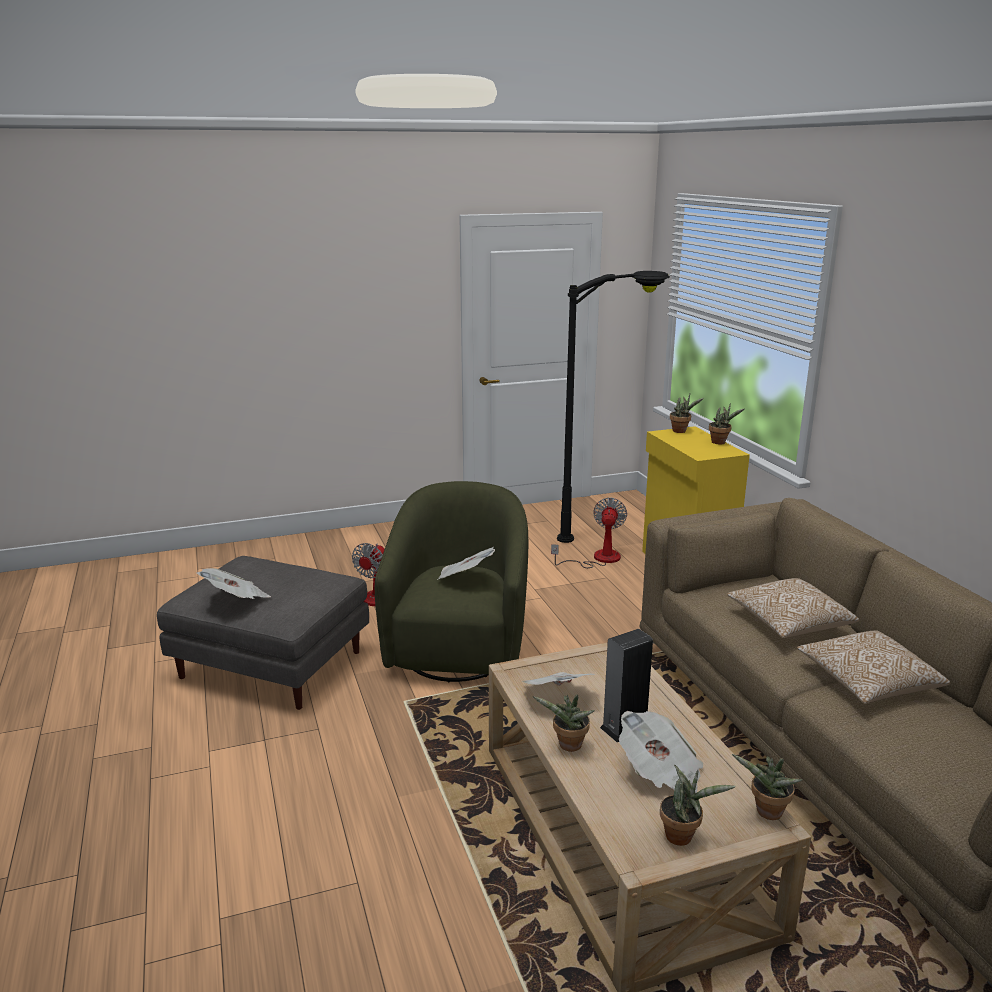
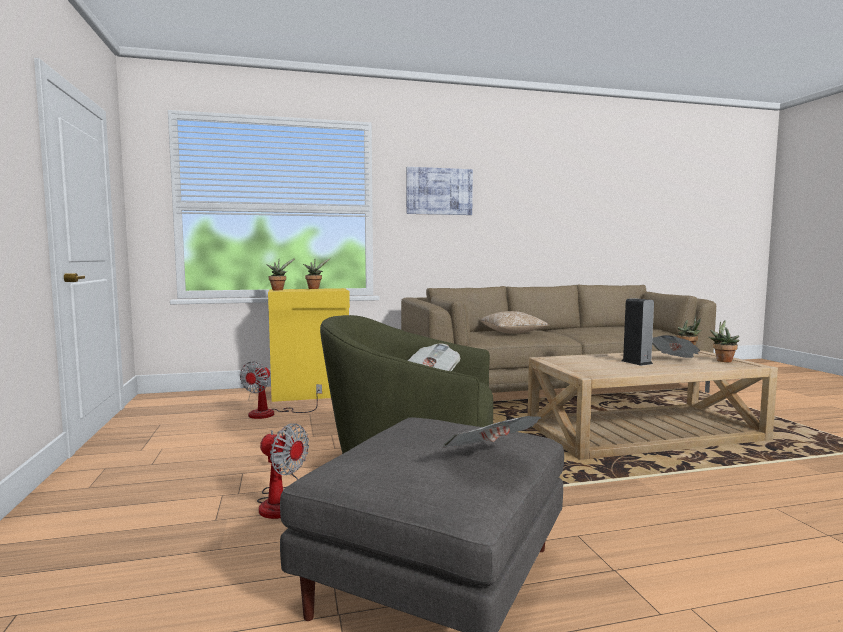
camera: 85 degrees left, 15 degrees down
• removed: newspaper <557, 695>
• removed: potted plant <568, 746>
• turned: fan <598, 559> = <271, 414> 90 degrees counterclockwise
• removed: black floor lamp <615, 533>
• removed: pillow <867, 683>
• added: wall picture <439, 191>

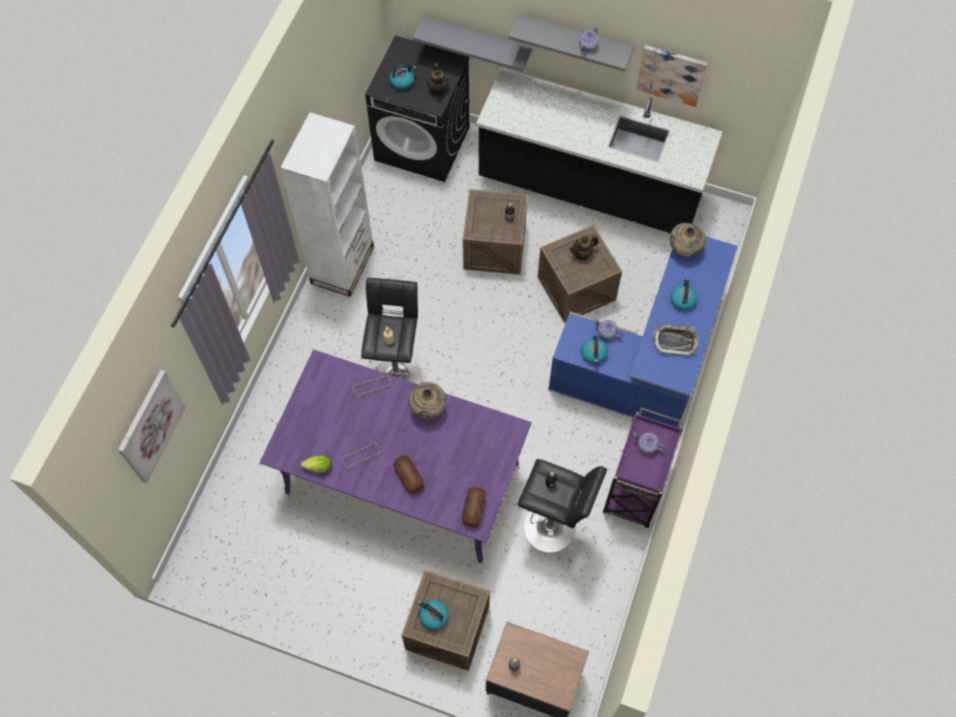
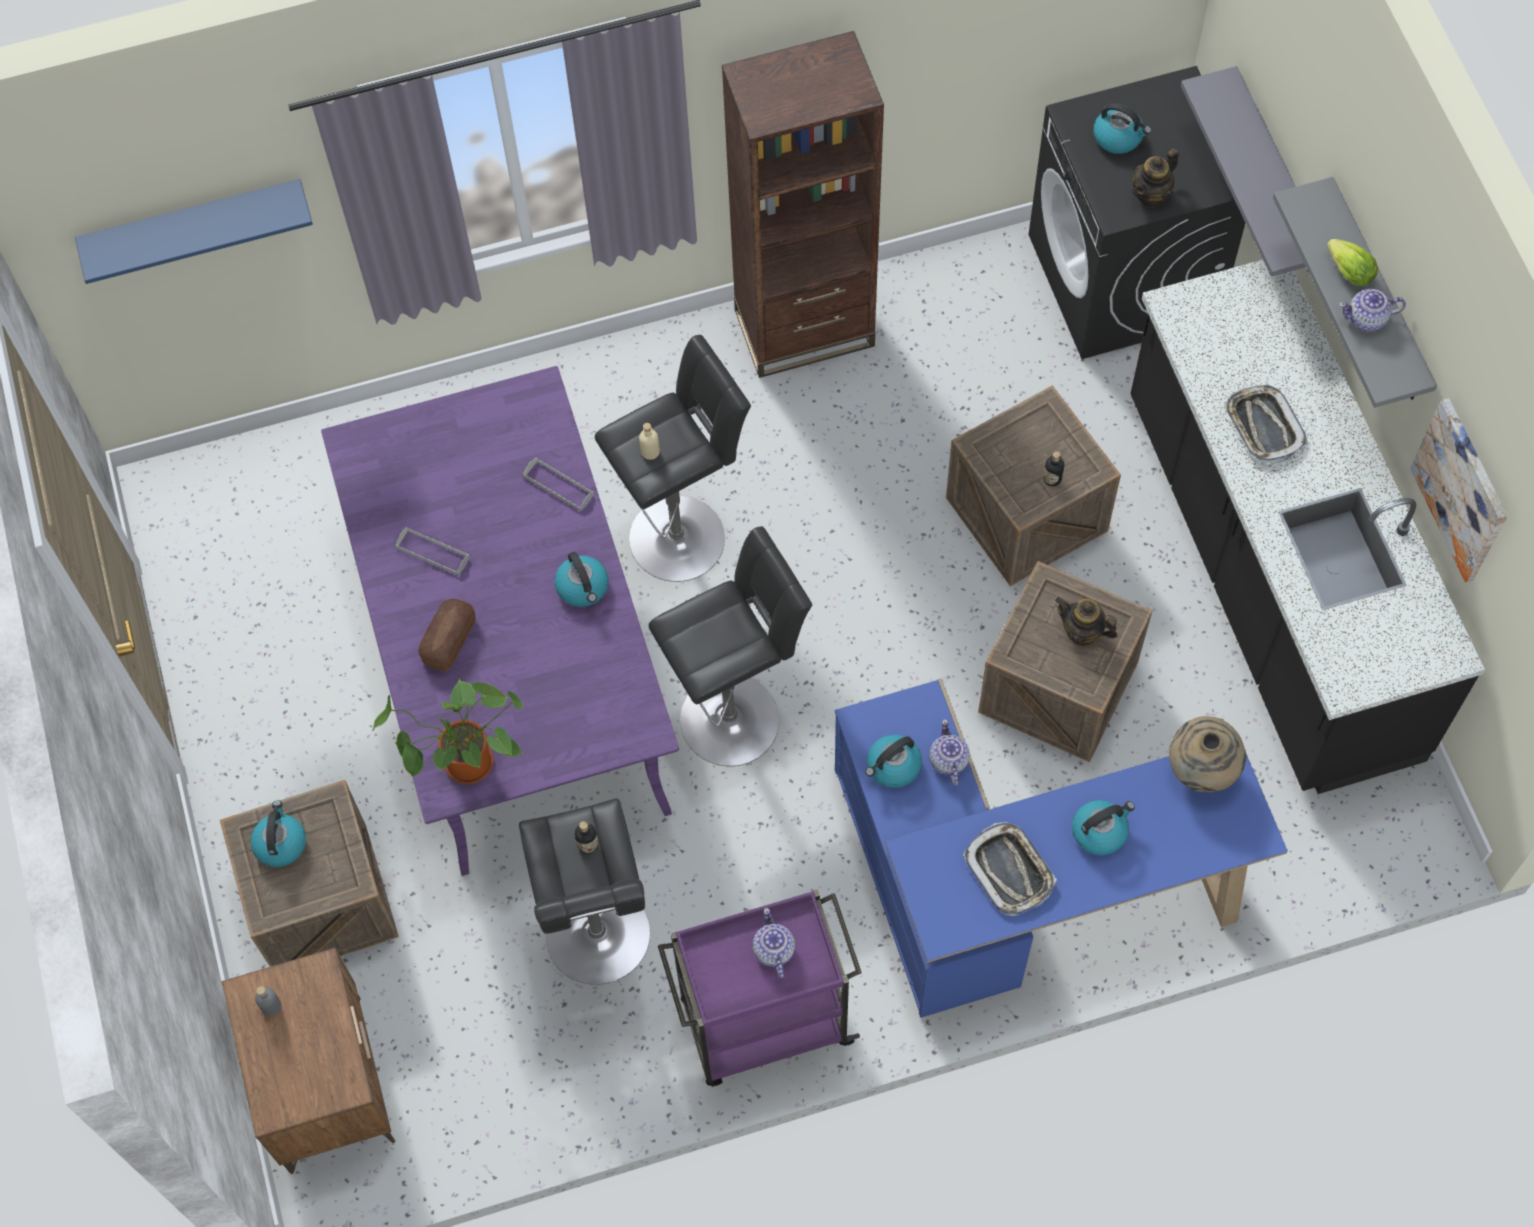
camera: 55 degrees right, 0 degrees up
• replaced: wall picture <150, 426> to bluish shelf <195, 225>
• recoloured: whitish bookcase <343, 265> to brown-coloured bookcase <804, 328>
• moved: head of lettuce <316, 467> to <1346, 270>
• replaced: sand-coloured decorative vase <428, 408> to water kettle <583, 587>
• replaced: bread <474, 509> to potted plant <465, 767>
• added: black stool seat <736, 716>
• added: serving tray <1263, 427>

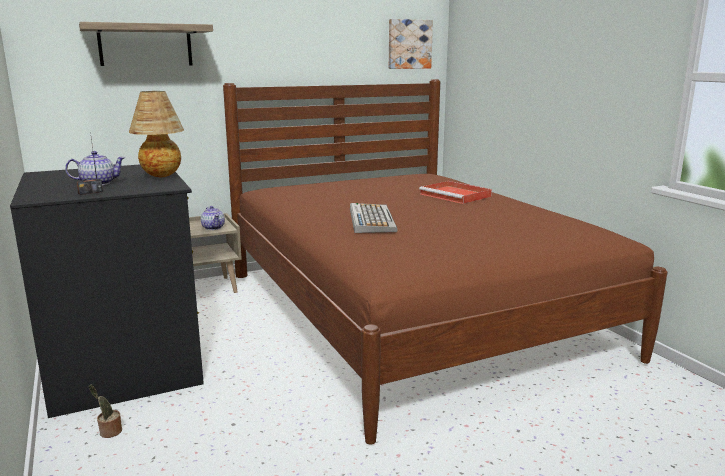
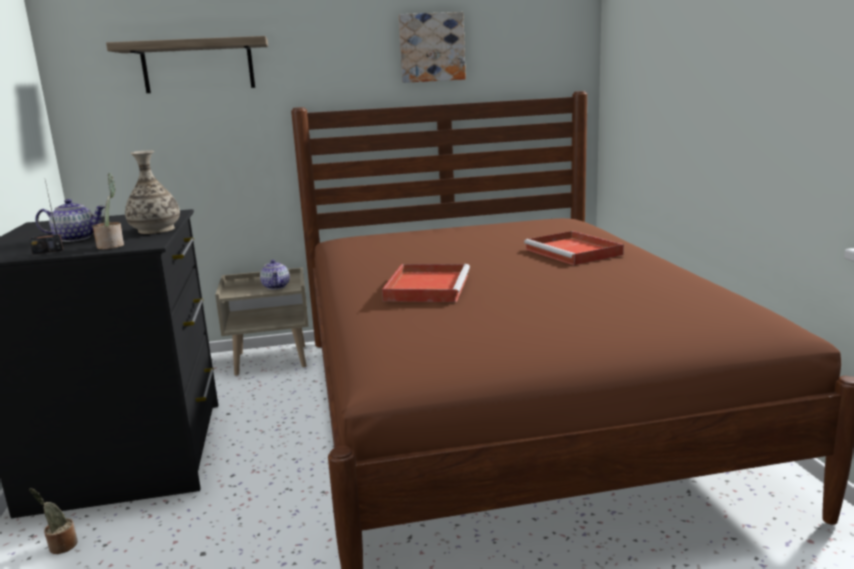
camera: 15 degrees right, 0 degrees up
• replaced: tabletop lamp <161, 177> to decorative vase <155, 230>
• replaced: computer keyboard <371, 219> to red serving tray <427, 287>
• moved: wall picture <409, 44> to <431, 47>
• added: potted plant <112, 246>

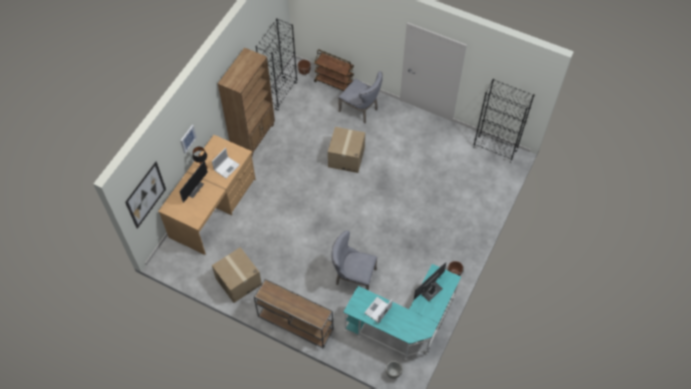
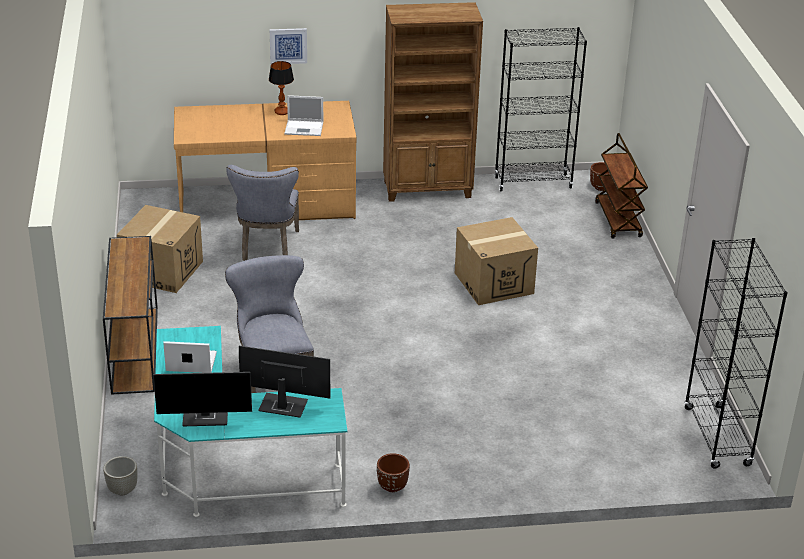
camera: 55 degrees right, 25 degrees down
• removed: wall picture <146, 195>
• moved: monitor <193, 188> to <206, 417>
• moved: grey plain chair <361, 110> to <268, 248>

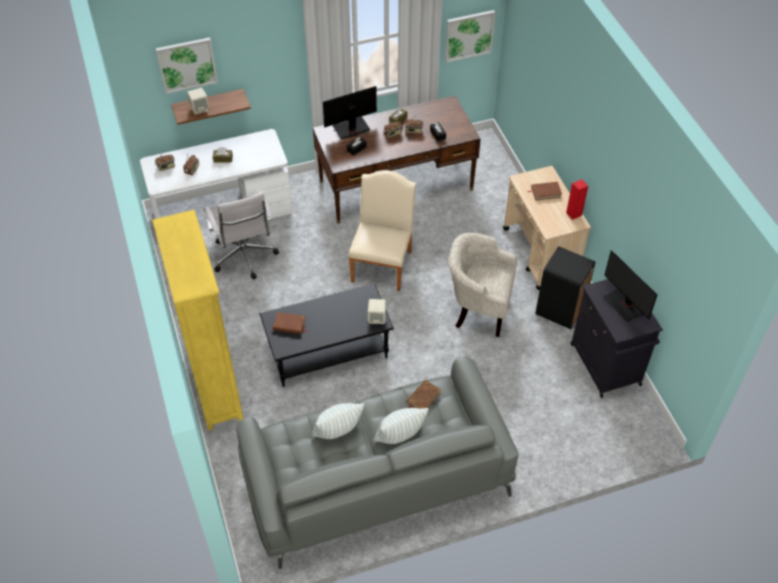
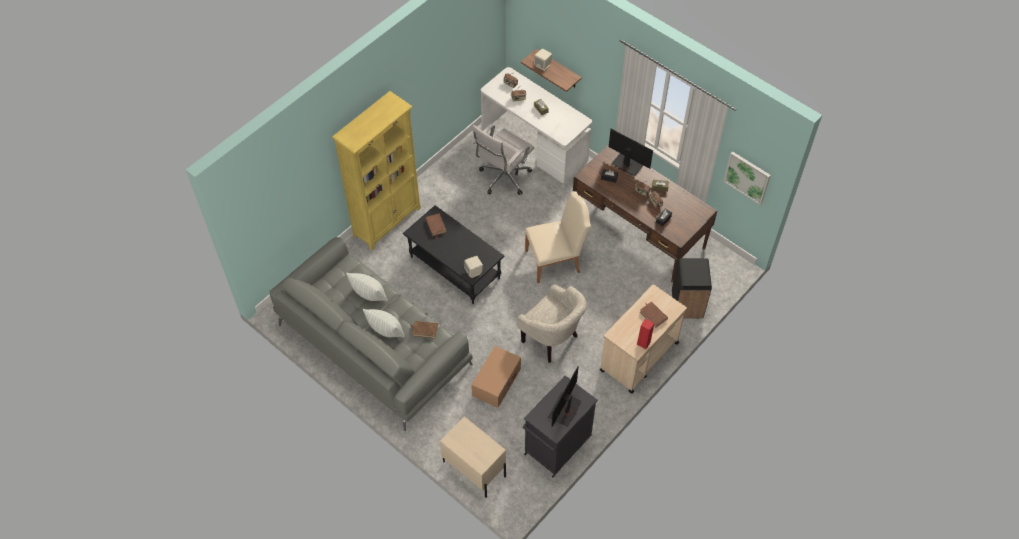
camera: 60 degrees right, 5 degrees up
• removed: wall picture <187, 64>
• turned: sand-coloured easy chair <478, 311> = <552, 340> 150 degrees clockwise
• moved: black trash can <559, 310> to <687, 304>
• added: sand-coloured bedside table <474, 468>
• added: cardboard box <496, 382>

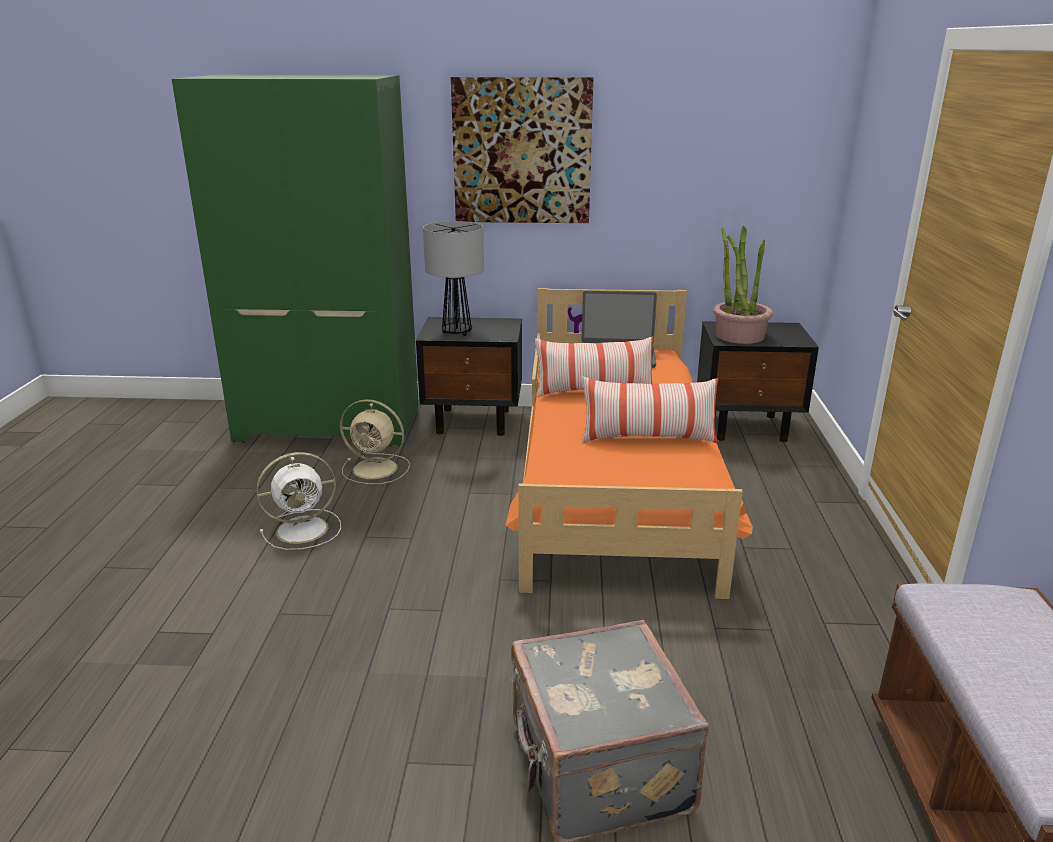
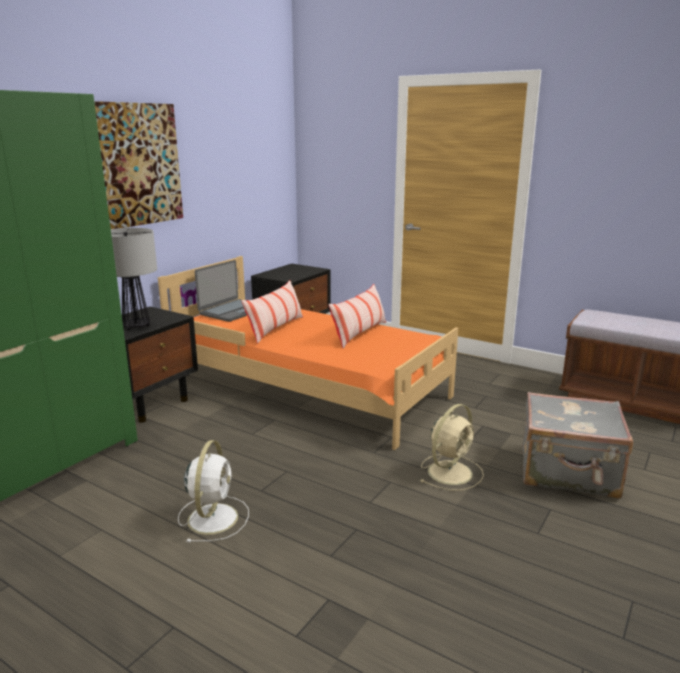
camera: 60 degrees left, 5 degrees down
• moved: sand-coloured fan <377, 469> to <451, 472>
• removed: potted plant <739, 335>

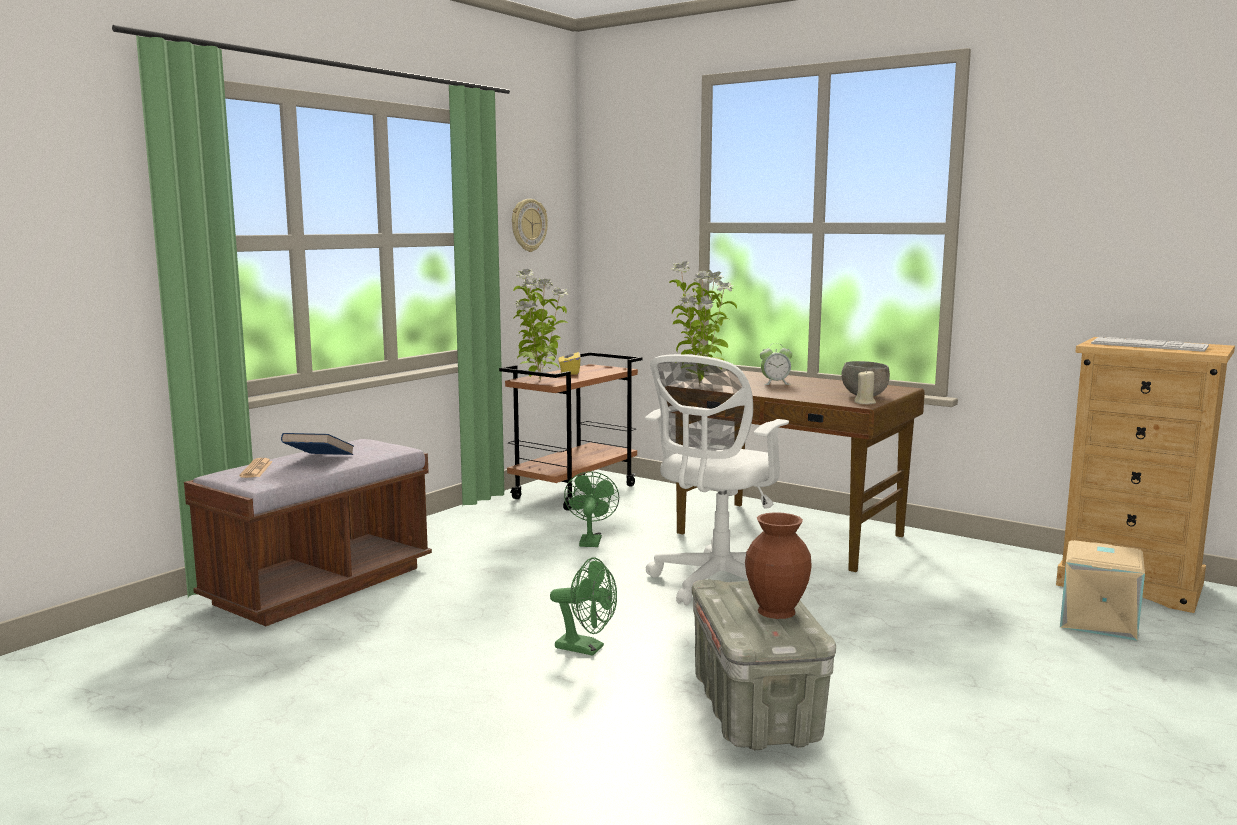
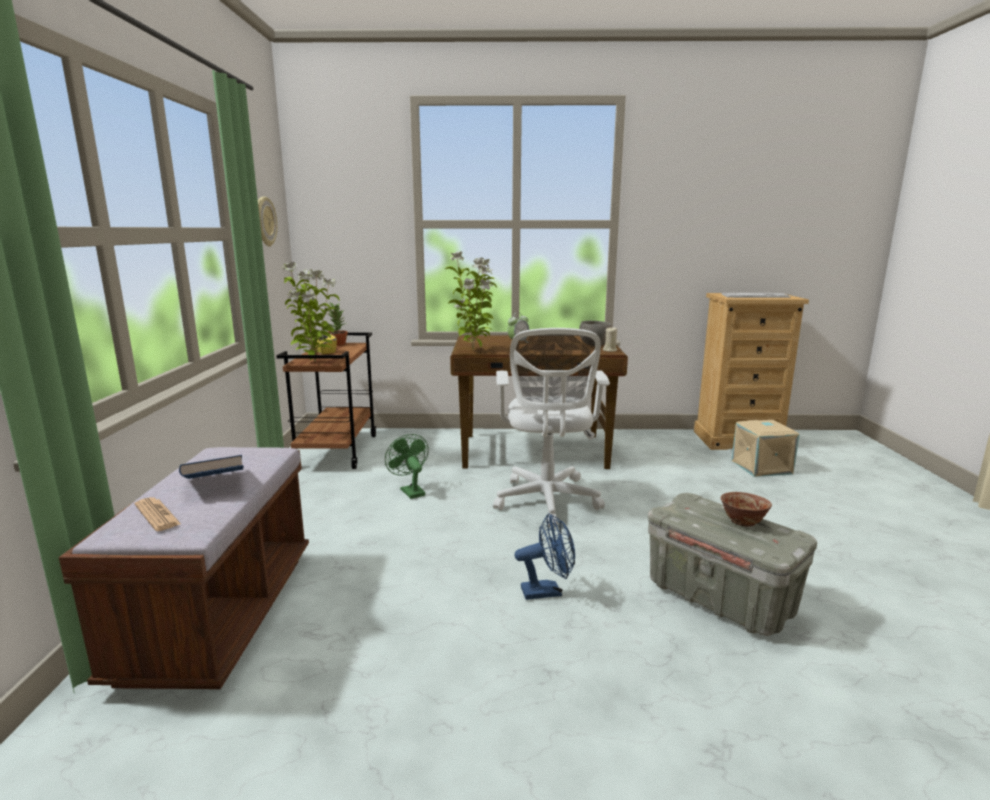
camera: 35 degrees left, 5 degrees up
• recoloured: green fan <586, 649> to bluish fan <547, 591>
• replaced: brown-coloured decorative vase <775, 611> to bowl <742, 522>
• added: potted plant <338, 344>

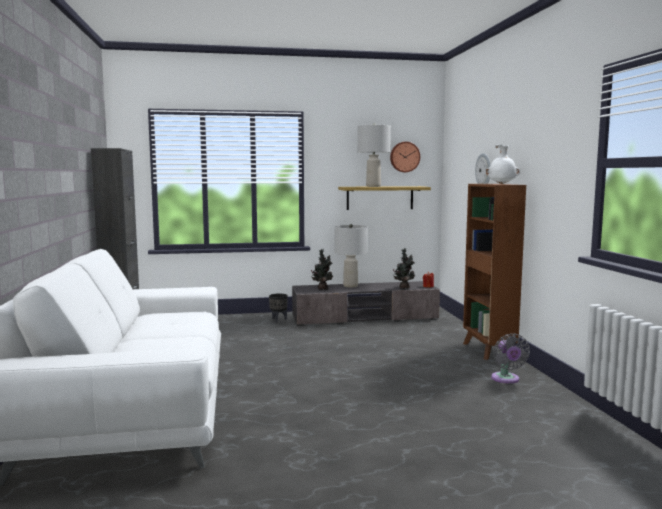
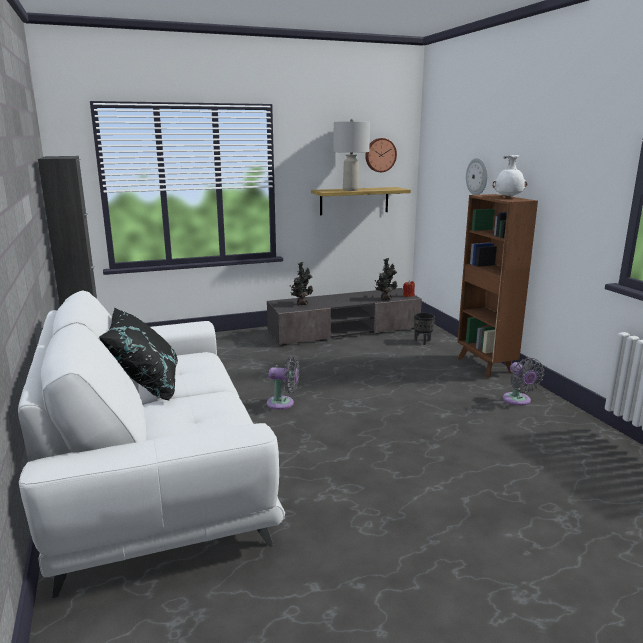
camera: 10 degrees left, 10 degrees up
• moved: black planter <278, 320> to <423, 342>
• removed: grey tabletop lamp <350, 286>
• added: black pillow <146, 386>
• added: grey fan <283, 403>

